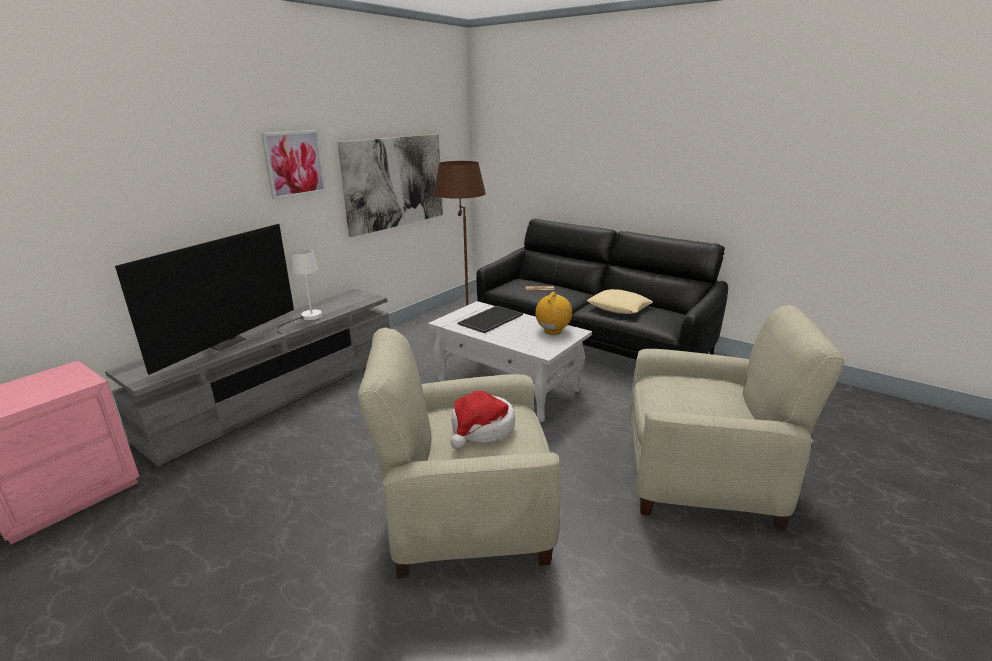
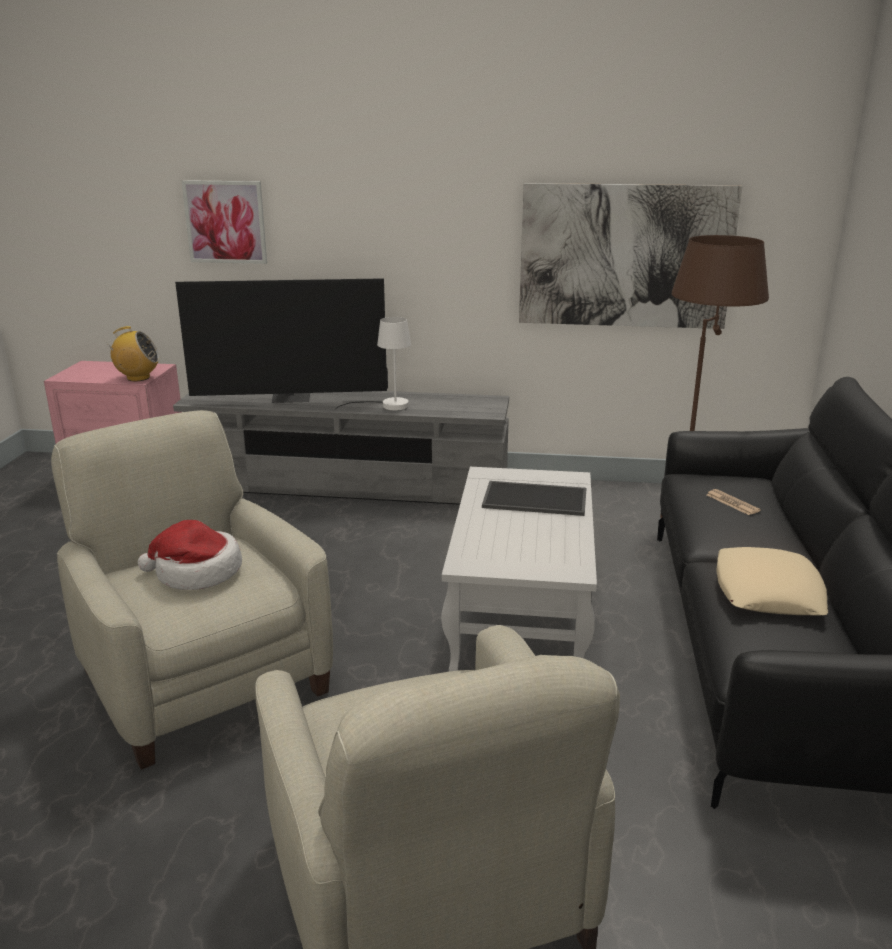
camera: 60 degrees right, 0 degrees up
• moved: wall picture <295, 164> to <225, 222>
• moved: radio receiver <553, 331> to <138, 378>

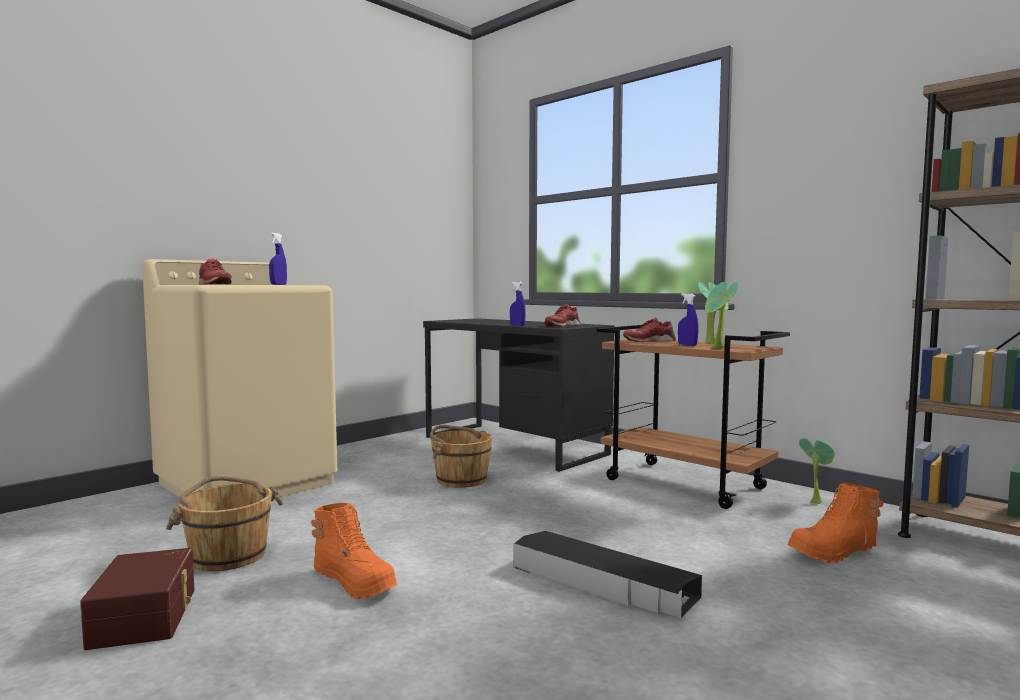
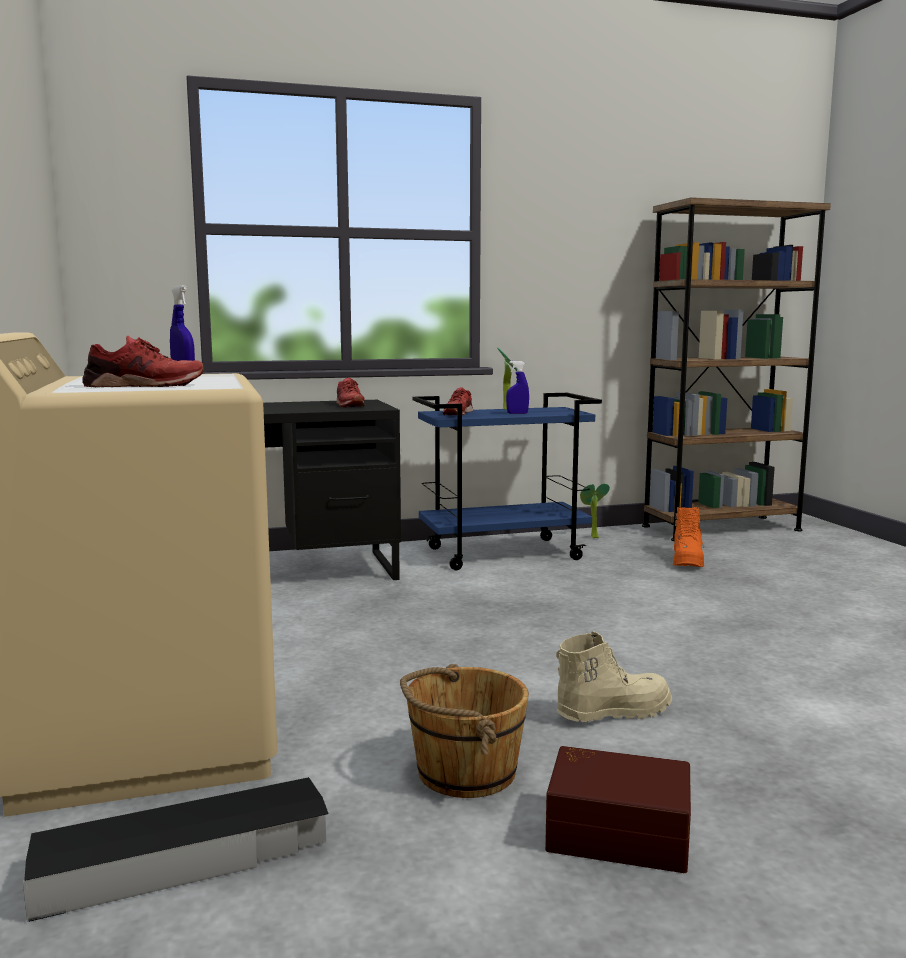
camera: 60 degrees left, 5 degrees up
• recoloured: orangey high-top boot <355, 582> to sand-coloured high-top boot <612, 712>
• removed: brown-coloured pail <461, 479>
• removed: bluish spray bottle <517, 325>
• moved: black storage container <603, 583> to <185, 858>
• recoloured: brown-coloured cart <686, 484> to bluish cart <504, 553>
• removed: potted plant <718, 348>

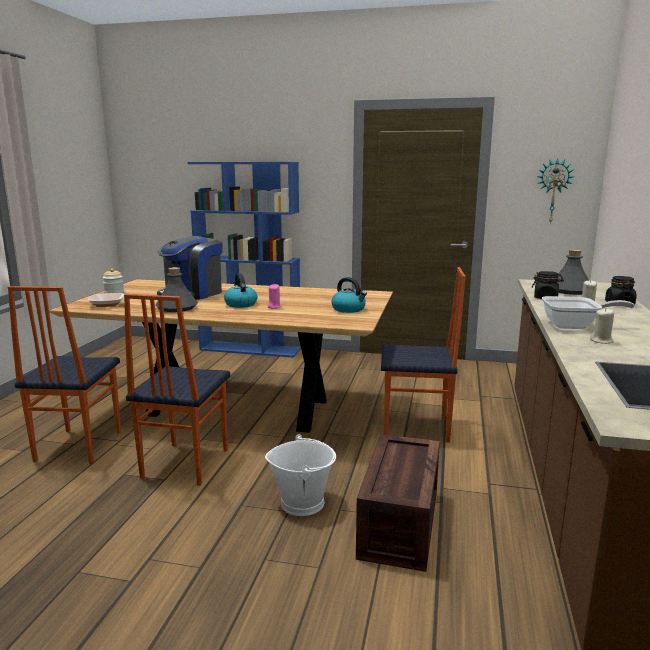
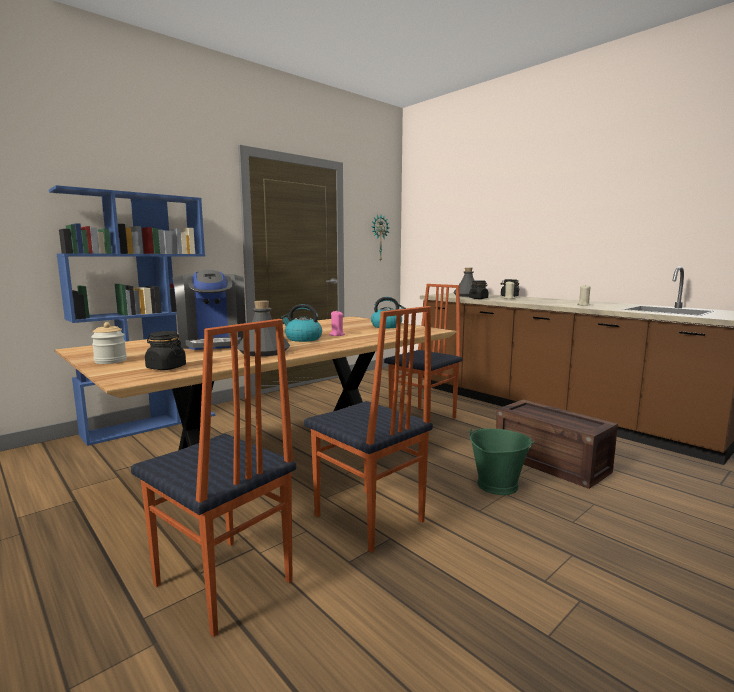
camera: 55 degrees left, 5 degrees down
• replaced: bowl <107, 304> to black jar <166, 368>
• recoloured: whitish pail <302, 502> to green pail <496, 485>
• removed: pan <575, 326>

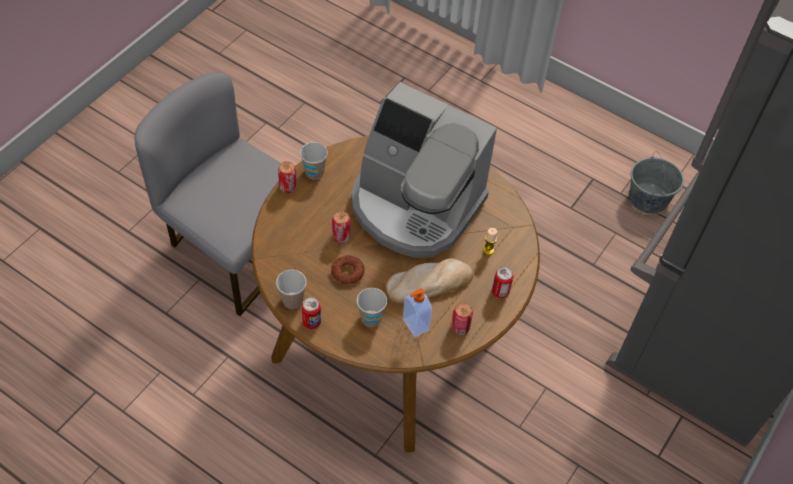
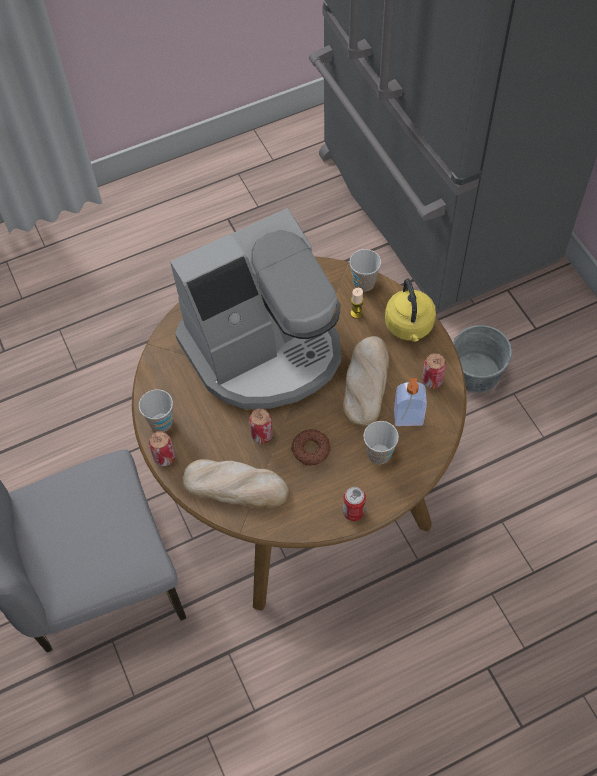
camera: 55 degrees left, 5 degrees up
• moved: cup <292, 300> to <364, 283>
• replaced: can <500, 291> to yellow water kettle <409, 327>
• moved: grey pail <648, 199> to <476, 373>
• added: bread <236, 486>

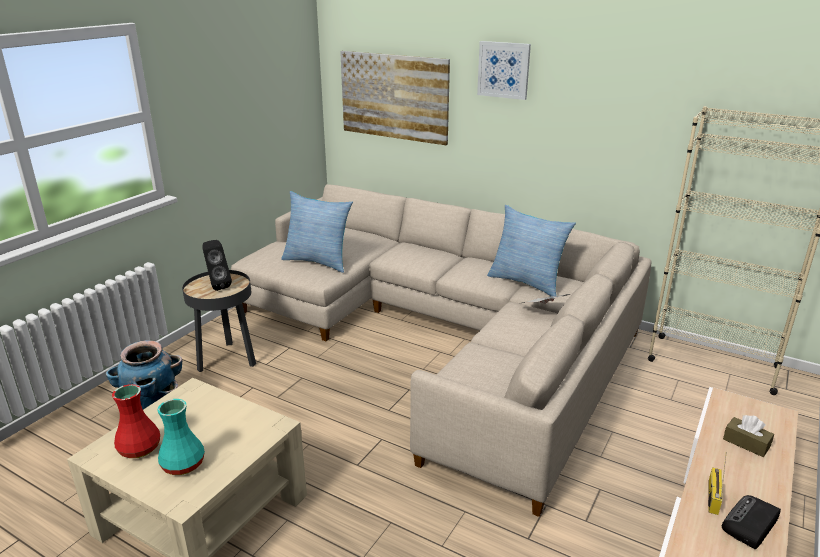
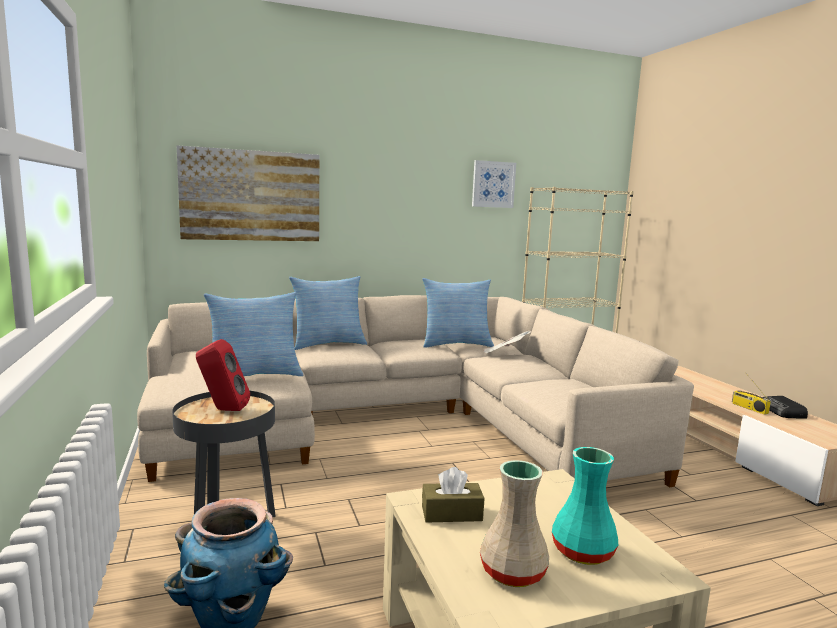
camera: 50 degrees left, 15 degrees down
• recoloured: red decorative vase <140, 448> to sand-coloured decorative vase <514, 571>
• recoloured: black loudspeaker <217, 286> to red loudspeaker <223, 410>
• moved: wall picture <503, 70> to <493, 184>
• moved: brown-coloured tissue box <746, 443> to <451, 513>
• added: pillow <328, 344>

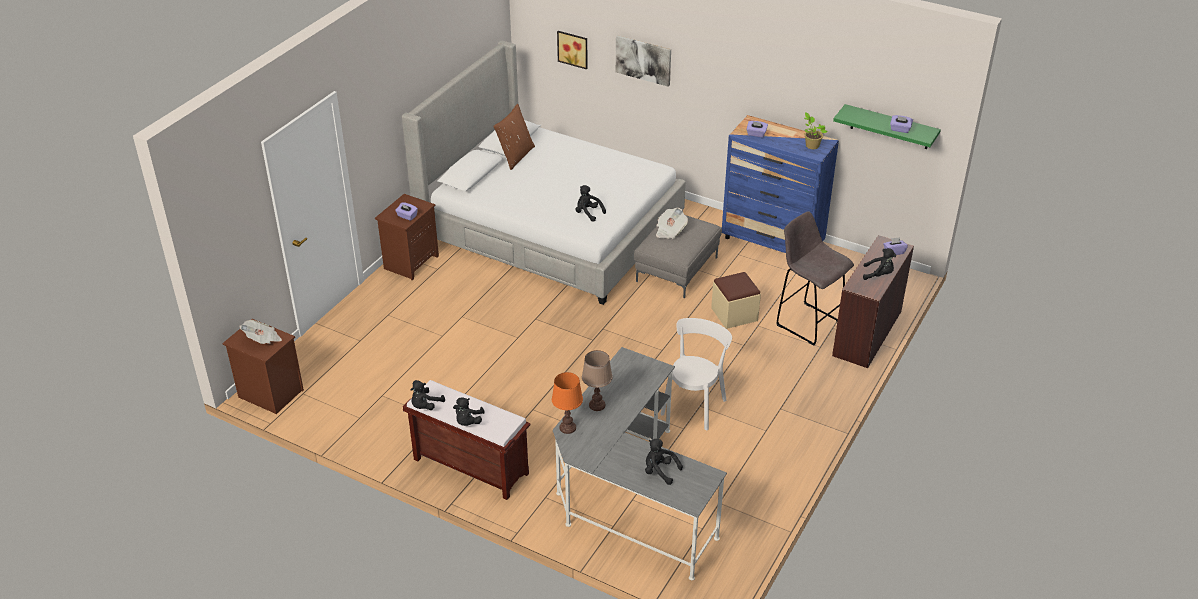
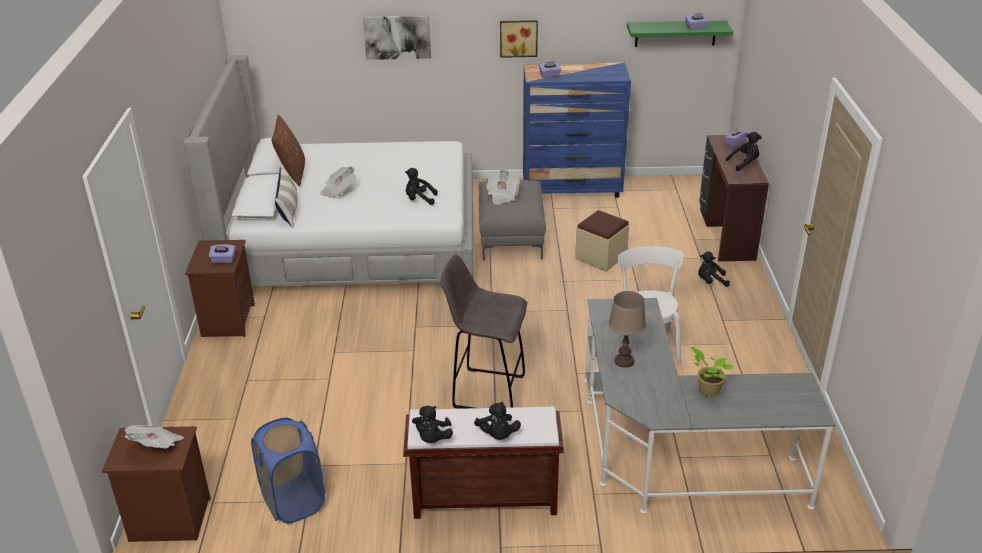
camera: 30 degrees left, 5 degrees down
• removed: orangey tabletop lamp <567, 428>
• moved: wall picture <573, 49> to <518, 38>
• moved: black plush toy <659, 471> to <710, 281>
• moved: grey stool seat <807, 323> to <486, 391>
• moved: potted plant <811, 145> to <707, 390>
• added: bluish hamper <293, 501>
• added: pillow <288, 209>
• added: newspaper <338, 191>

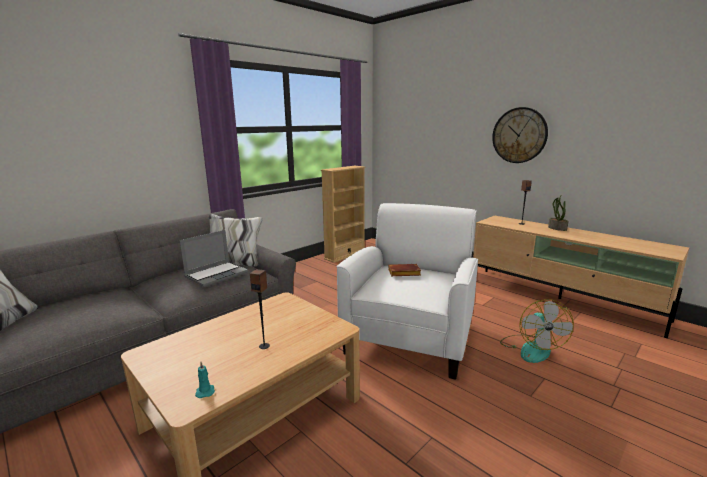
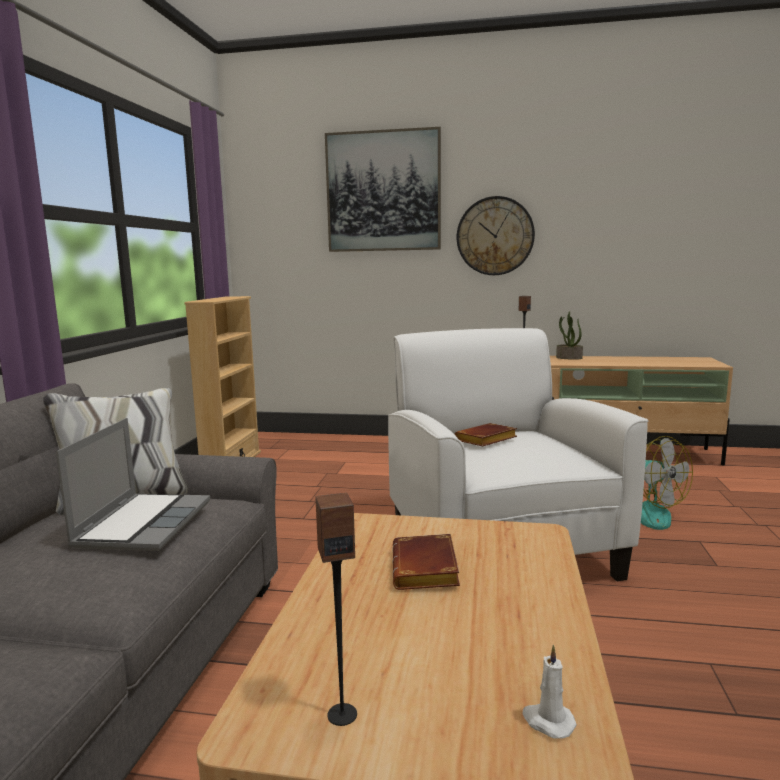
camera: 35 degrees left, 5 degrees down
• recoloured: turquoise candle <205, 391> to whitish candle <547, 721>
• moved: loudspeaker <264, 346> to <342, 714>
• added: wall picture <383, 192>
• added: brown-coloured book <427, 571>

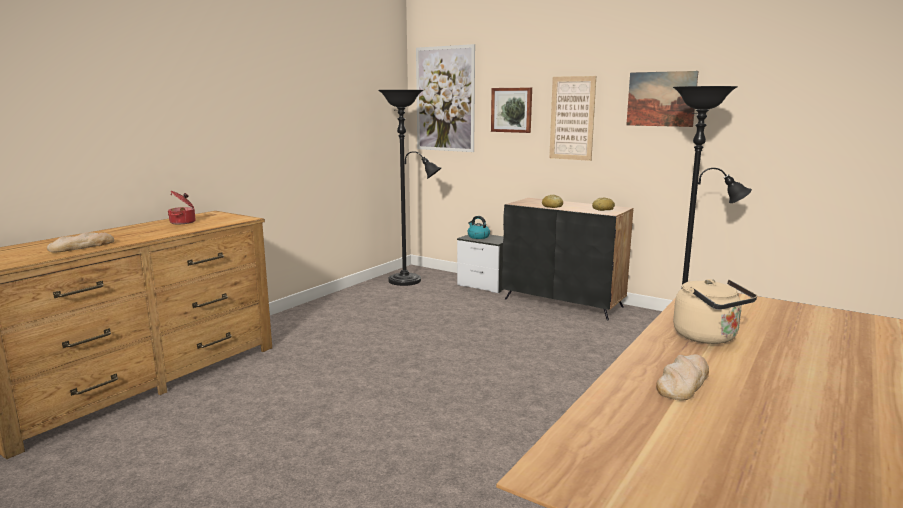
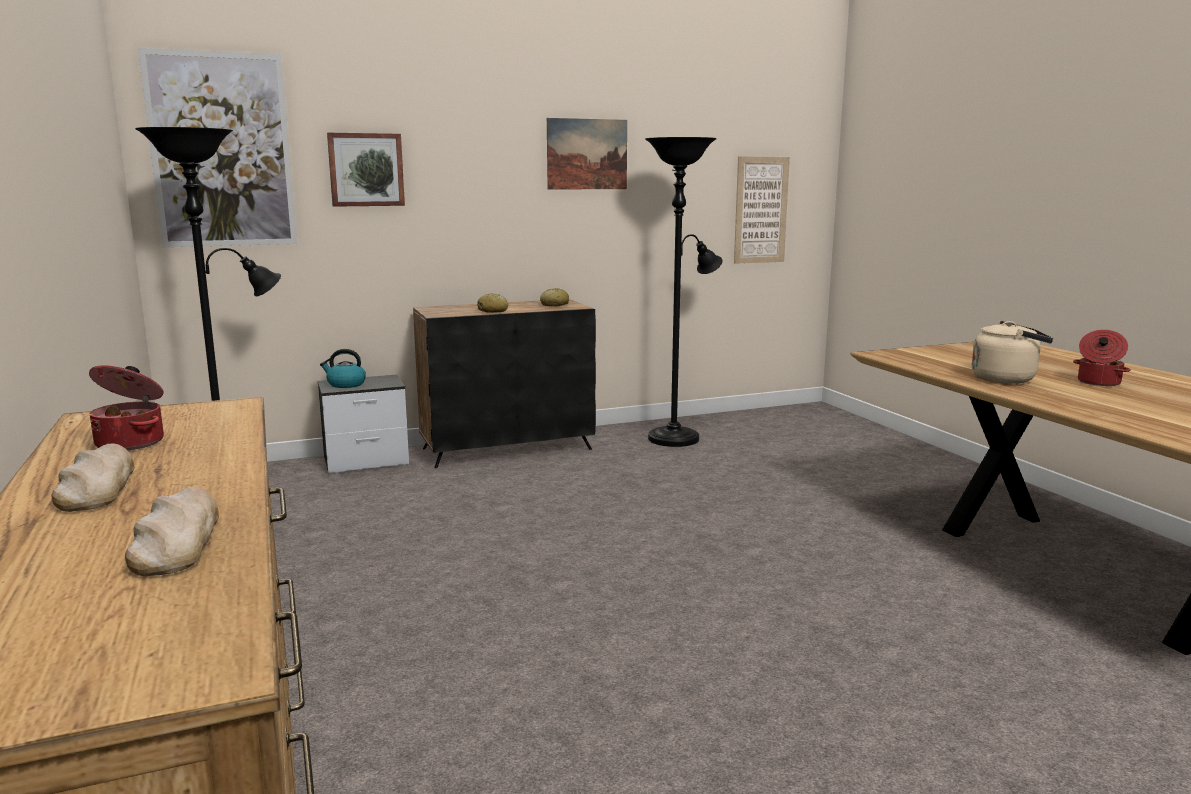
camera: 55 degrees left, 0 degrees up
• moved: wall picture <572, 118> to <761, 210>
• moved: bread <683, 381> to <96, 486>
• added: cooking pot <1098, 382>

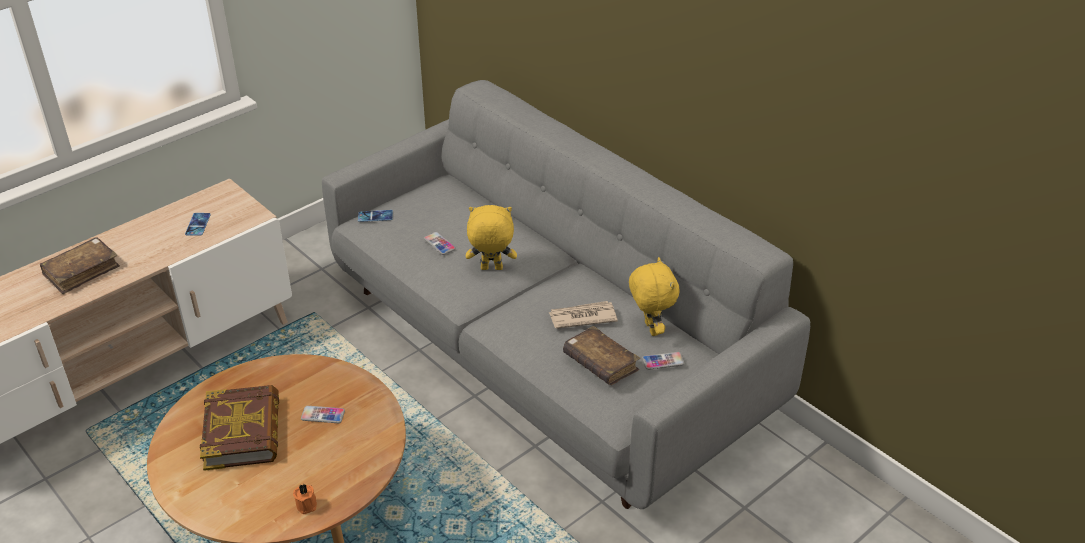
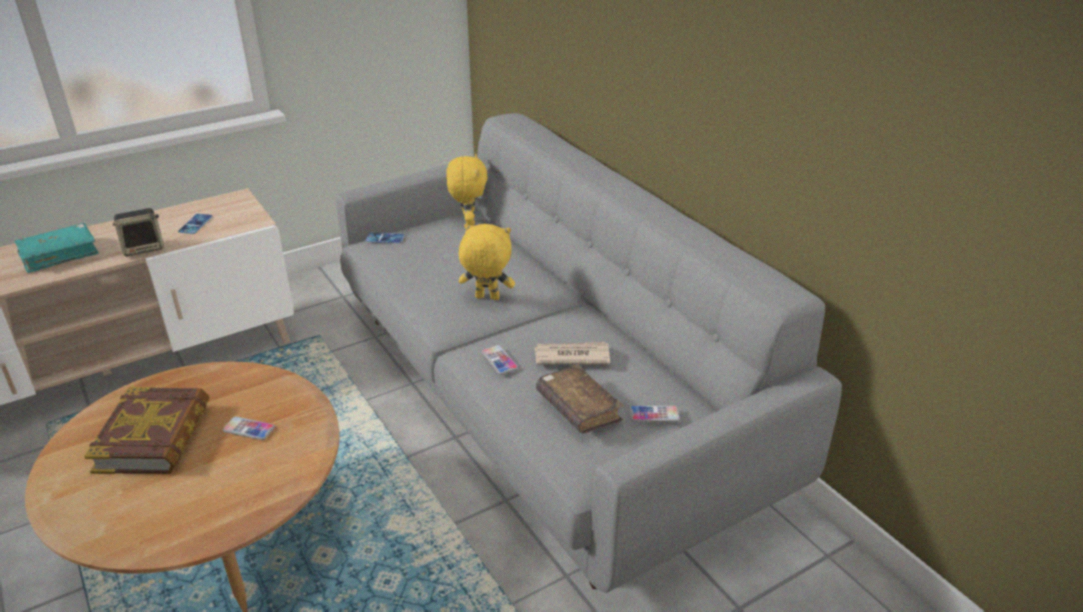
camera: 10 degrees right, 5 degrees down
• recoloured: brown-coloured book <81, 271> to turquoise book <59, 255>
• removed: orangey candle <307, 504>
• moved: phone <439, 244> to <499, 360>
• moved: yellow plush toy <650, 329> to <468, 222>
• added: loudspeaker <144, 248>

